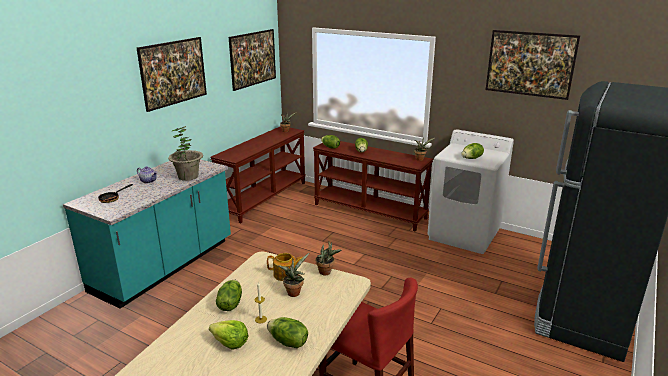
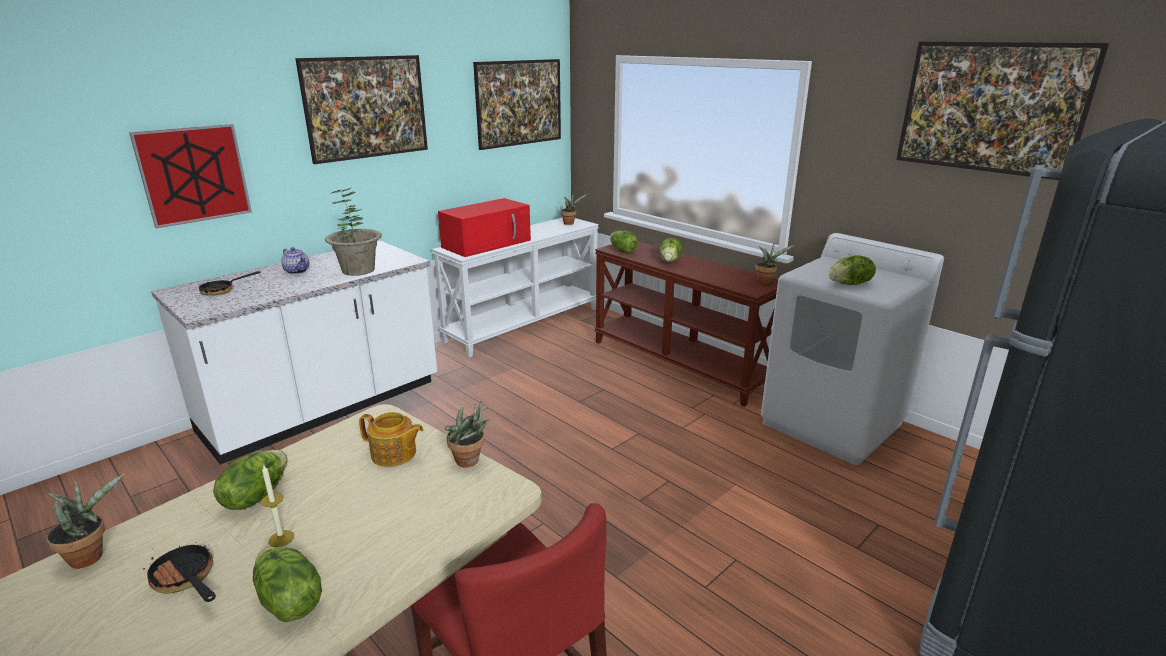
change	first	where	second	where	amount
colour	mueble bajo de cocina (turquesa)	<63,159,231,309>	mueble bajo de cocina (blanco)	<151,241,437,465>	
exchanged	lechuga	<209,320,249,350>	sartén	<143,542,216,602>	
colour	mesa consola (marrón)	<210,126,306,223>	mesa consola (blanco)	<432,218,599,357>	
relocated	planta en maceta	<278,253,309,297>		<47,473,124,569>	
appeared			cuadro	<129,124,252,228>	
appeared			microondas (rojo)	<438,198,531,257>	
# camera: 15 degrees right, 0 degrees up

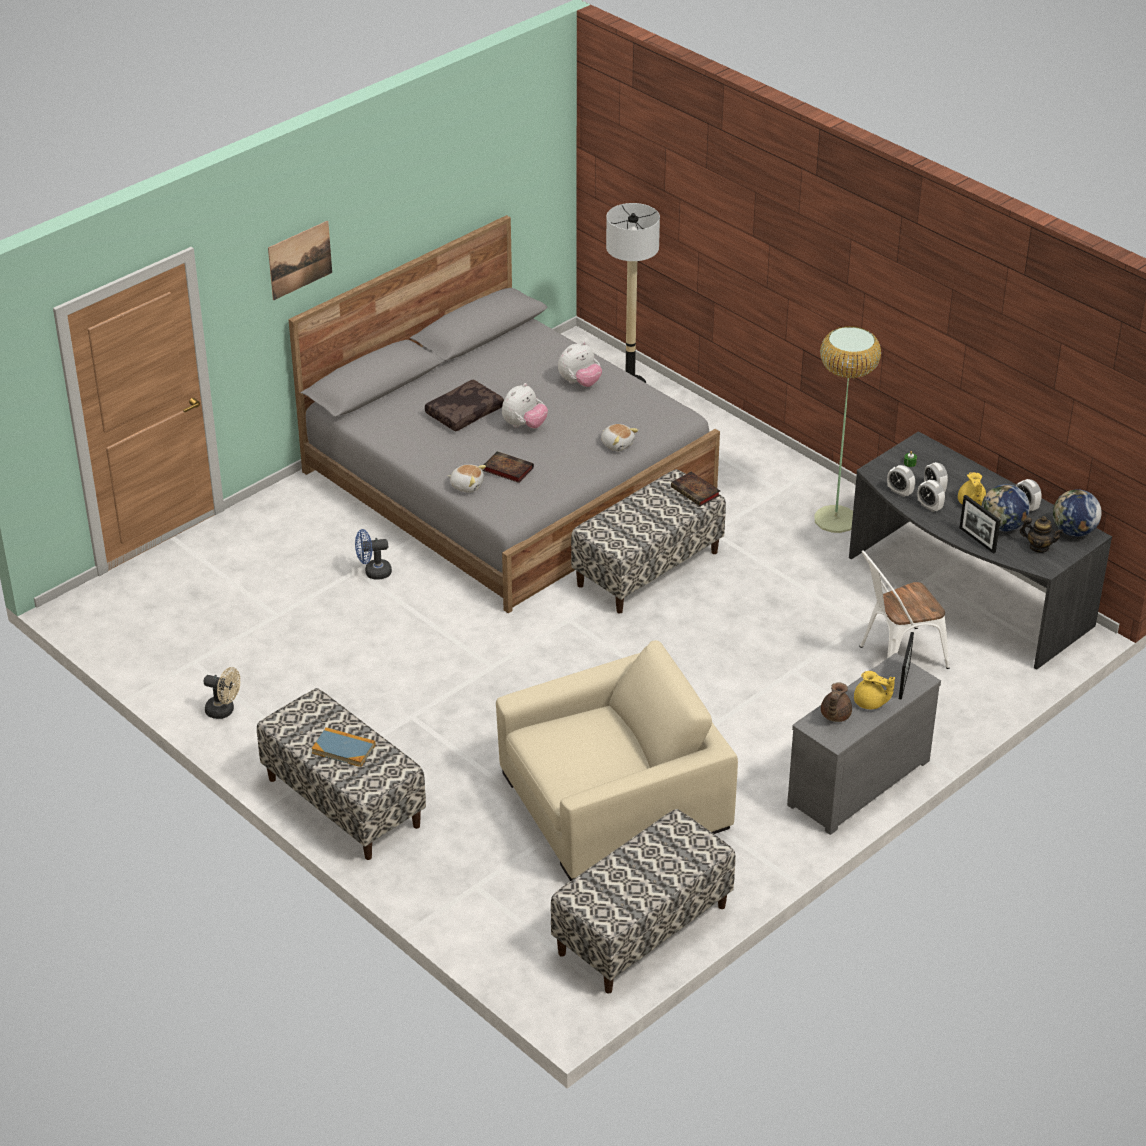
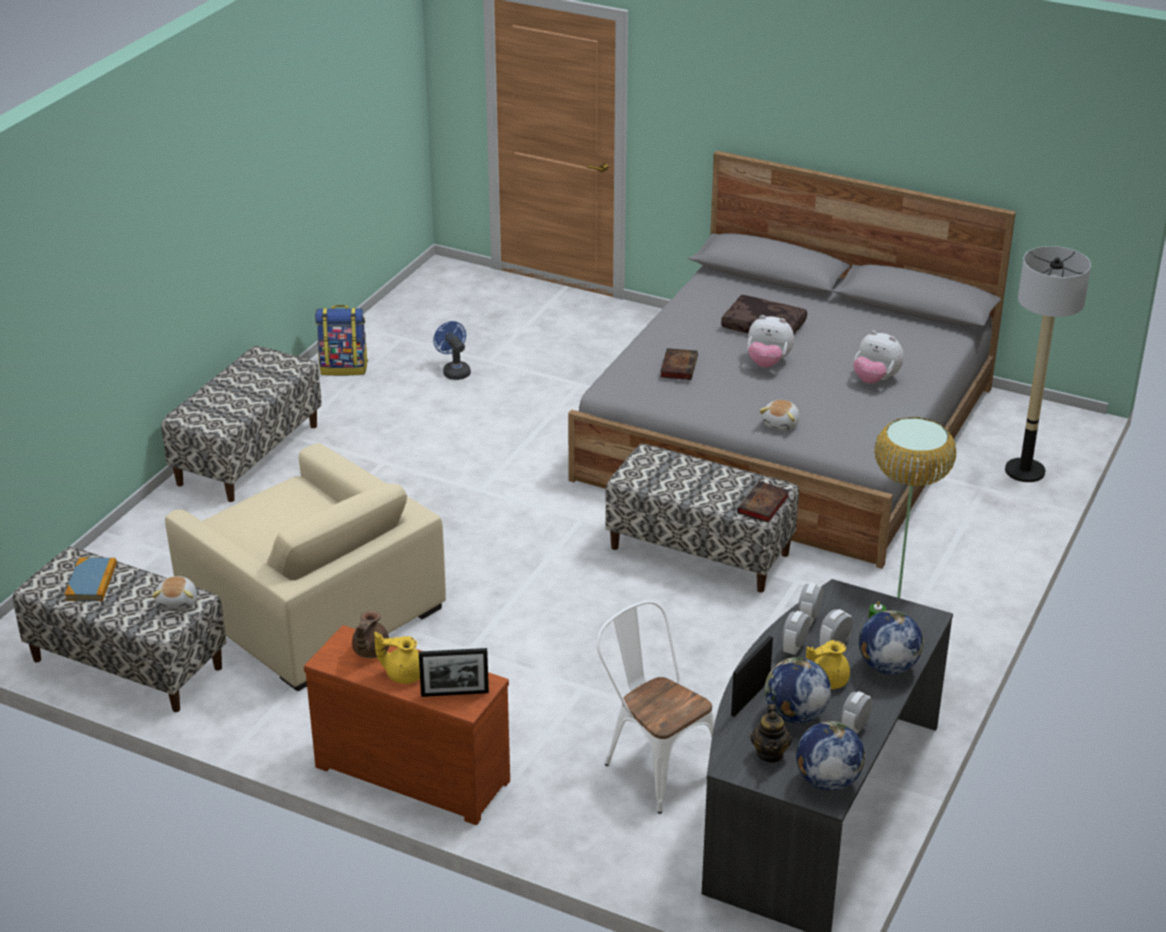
change	first	where	second	where	amount
exchanged	ventilador (beis)	<203,667,240,719>	mochila	<315,305,368,376>	
missing	cuadro	<268,221,332,300>			
relocated	libro	<311,727,375,767>		<64,557,117,601>	
relocated	ventilador (azul)	<355,529,392,580>		<433,321,471,380>	
relocated	peluche	<448,464,486,493>		<152,576,197,611>	
colour	cómoda (gris)	<787,653,941,835>	cómoda (marrón)	<304,625,510,825>	
spun	tetera (marrón)	<821,682,852,722>		<352,610,389,658>	75 degrees counterclockwise
spun	tetera (amarillo)	<854,671,895,709>		<374,632,420,684>	90 degrees clockwise
appeared			globo terráqueo	<859,610,923,674>	
# camera: 70 degrees right, 5 degrees down

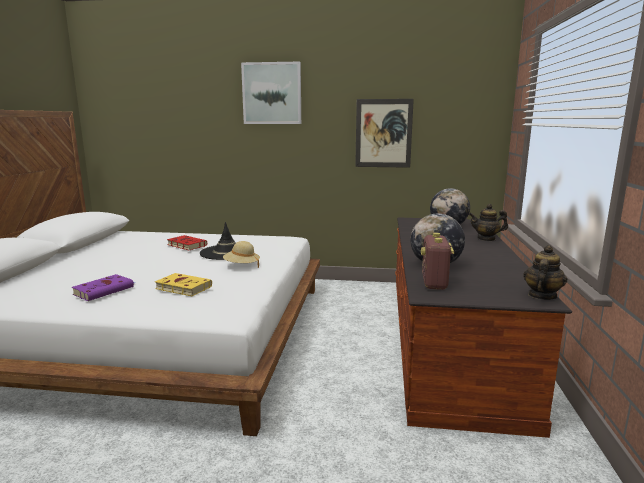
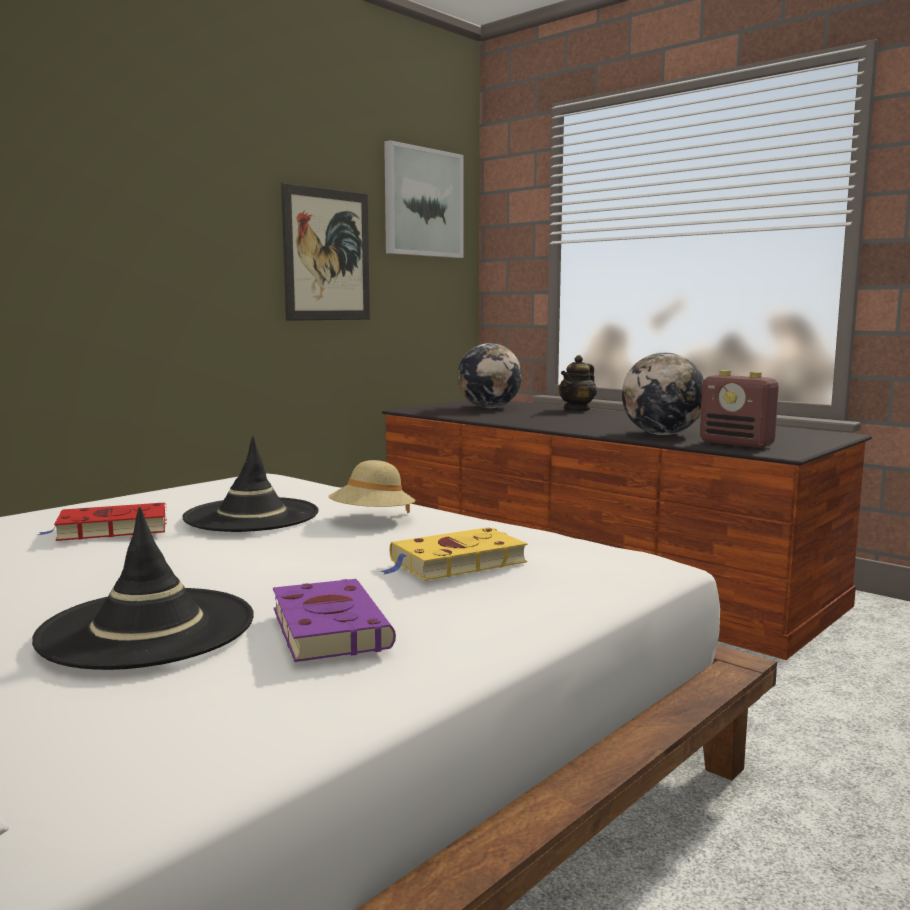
change	first	where	second	where	amount
relocated	cuadro	<241,62,301,124>		<384,140,464,258>	
missing	tetera	<523,245,567,300>			
appeared			sombrero (negro)	<32,507,254,670>	
# camera: 55 degrees left, 5 degrees down

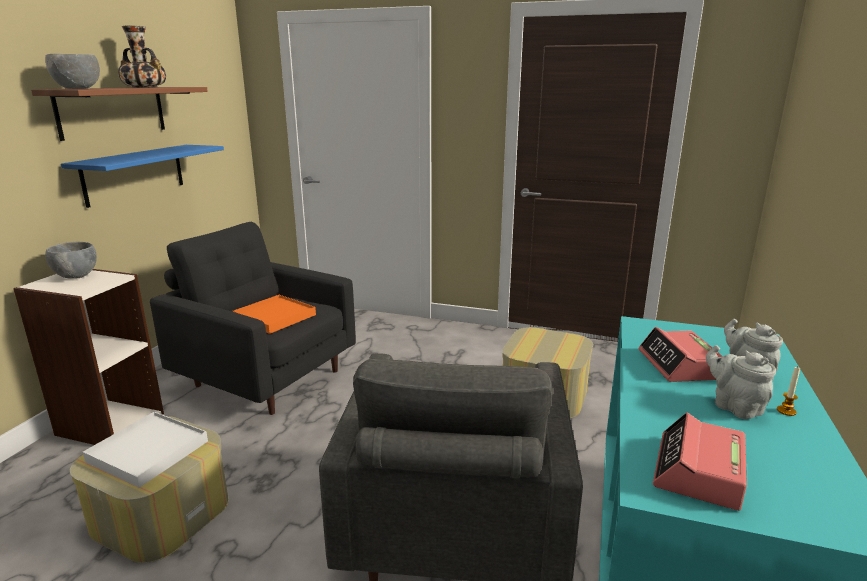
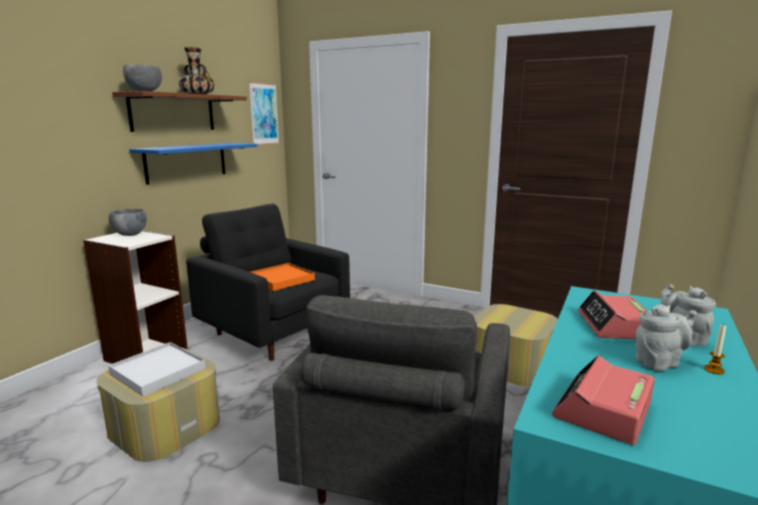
change	first	where	second	where	amount
spun	tetera (gris)	<706,345,776,419>		<635,305,697,371>	90 degrees clockwise
appeared			cuadro	<249,82,279,145>	
# camera: 10 degrees right, 5 degrees down

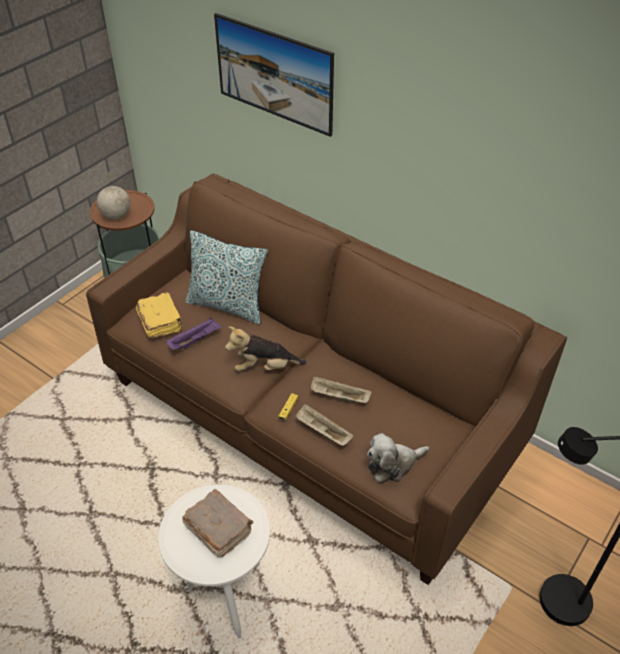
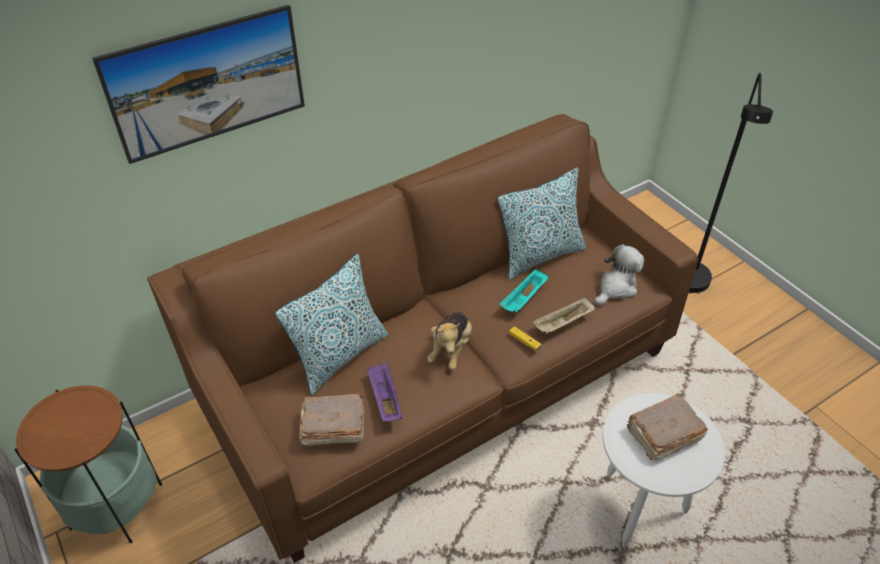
change	first	where	second	where	amount
missing	globo terráqueo	<97,170,130,219>			
colour	libro (amarillo)	<136,292,183,339>	libro (marrón)	<299,393,364,445>	
colour	bandeja (beis)	<311,376,371,403>	bandeja (turquesa)	<499,269,548,313>	
spun	peluche	<367,433,430,483>		<594,244,644,306>	135 degrees counterclockwise
appeared			cojín	<498,168,586,279>	
# camera: 70 degrees left, 0 degrees up

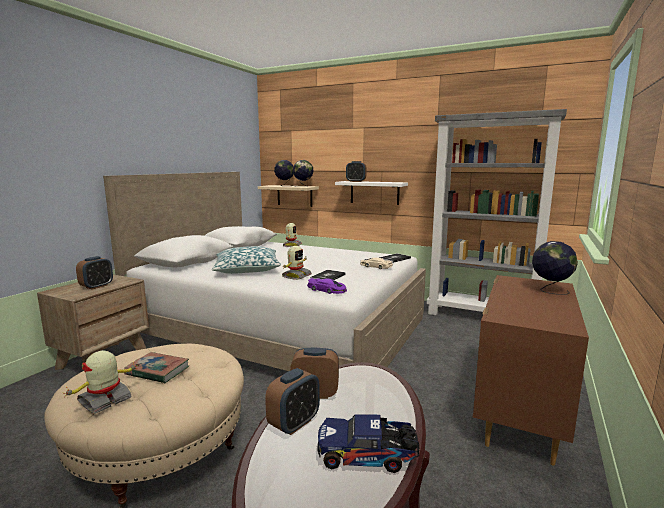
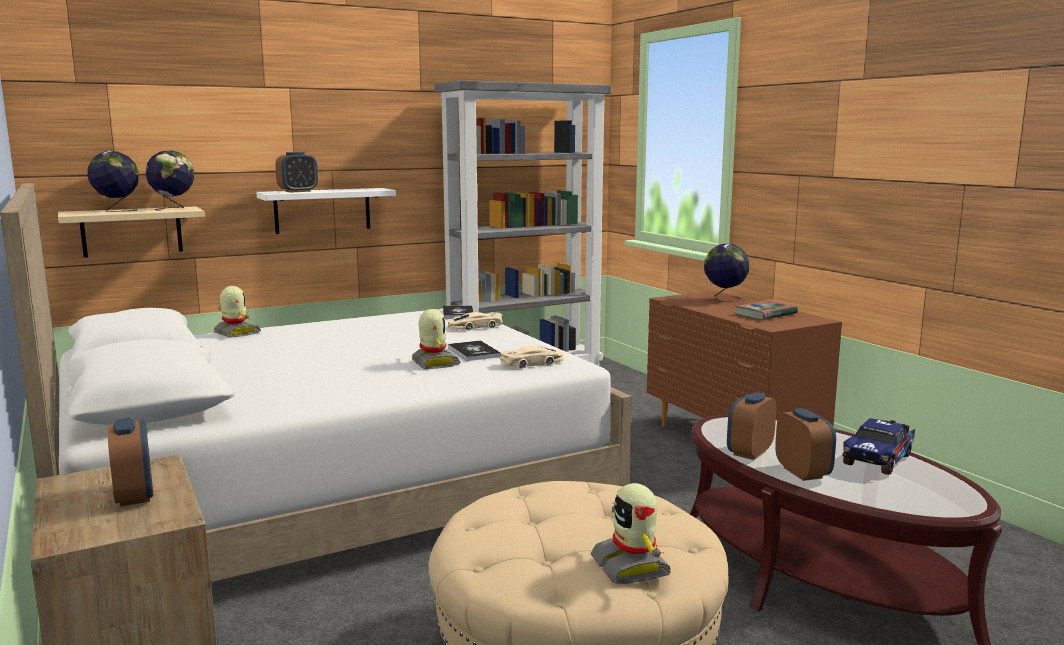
change	first	where	second	where	amount
relocated	libro	<124,352,189,383>		<735,299,798,320>	
missing	cojín	<212,246,281,274>			
colour	coche de juguete (morado)	<307,278,347,294>	coche de juguete (beis)	<500,346,564,369>	
# camera: 55 degrees left, 0 degrees up

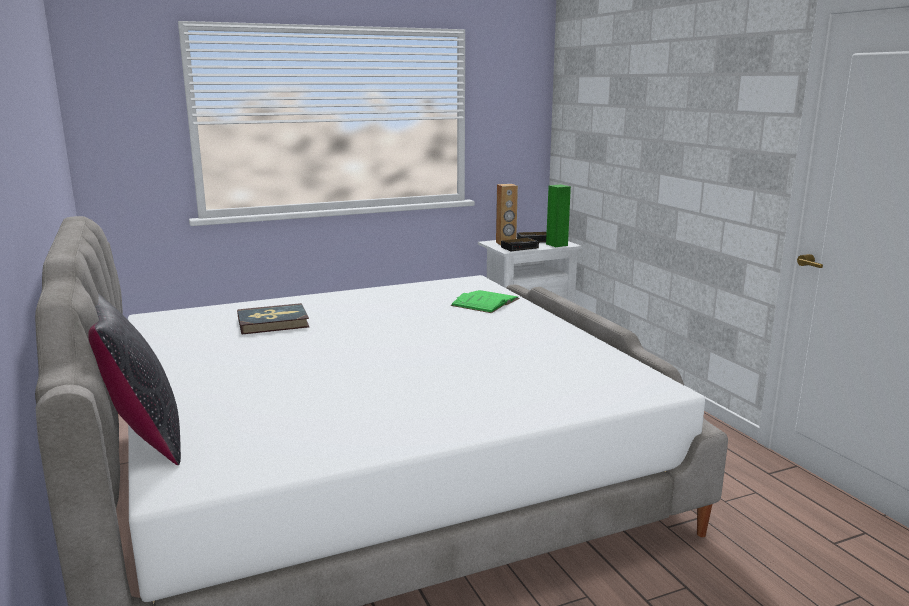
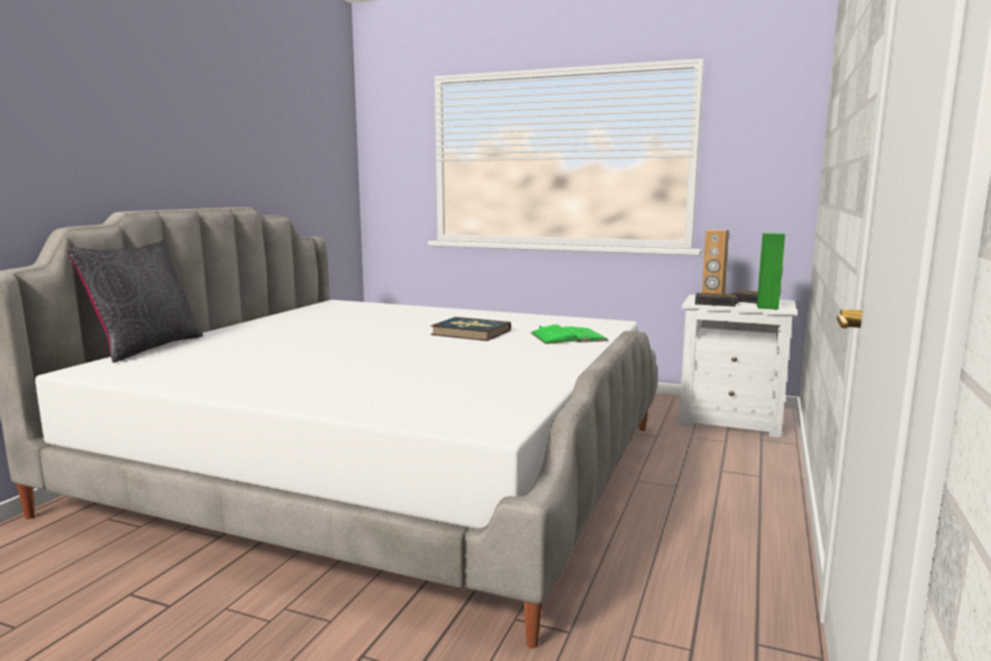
change	first	where	second	where	amount
relocated	libro	<237,303,310,335>		<431,317,511,341>	
# camera: 45 degrees right, 5 degrees down

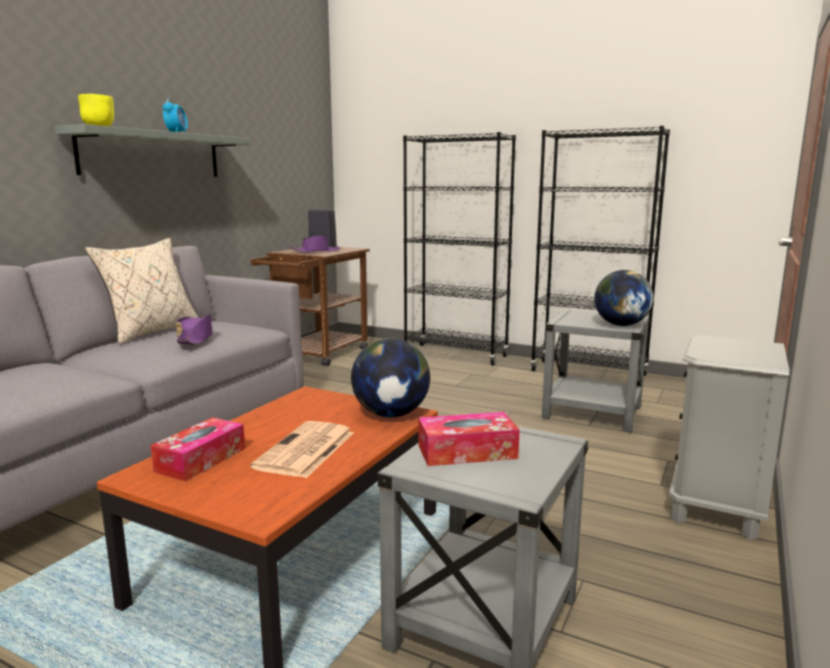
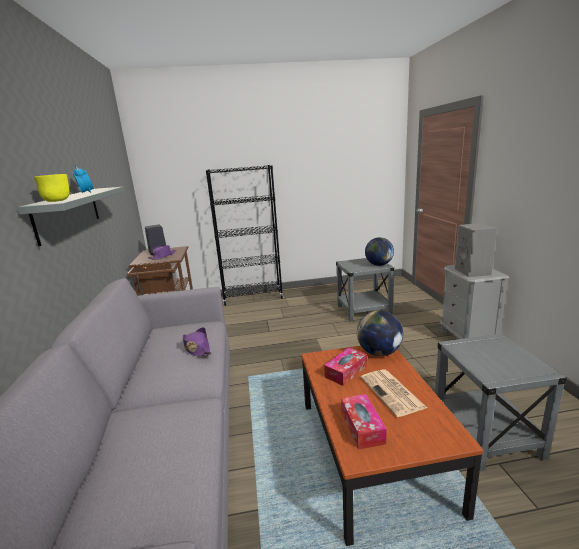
change	first	where	second	where	amount
missing	cojín (beis)	<85,238,199,344>			
relocated	caja de pañuelos	<419,412,520,466>		<324,348,367,386>	
missing	estantería (negro)	<530,126,670,376>			
appeared			altavoz (gris)	<455,223,497,277>	
# camera: 35 degrees left, 5 degrees up

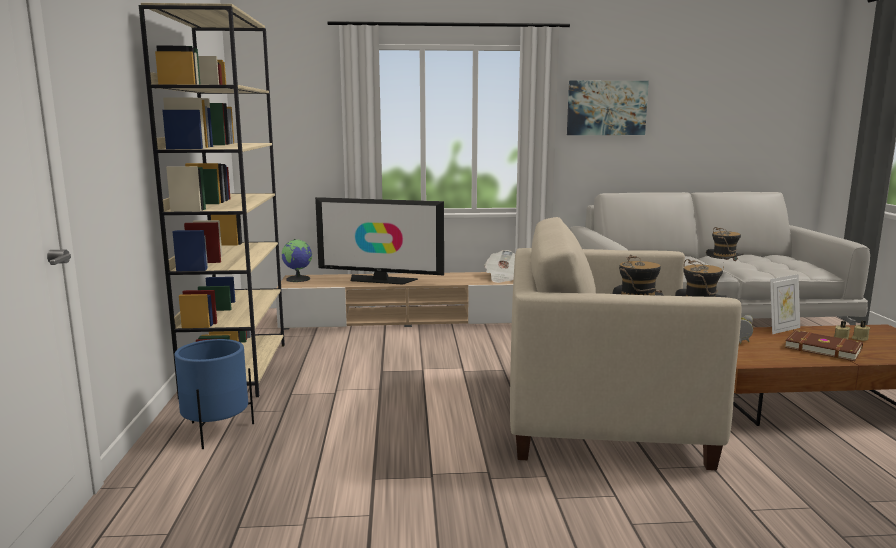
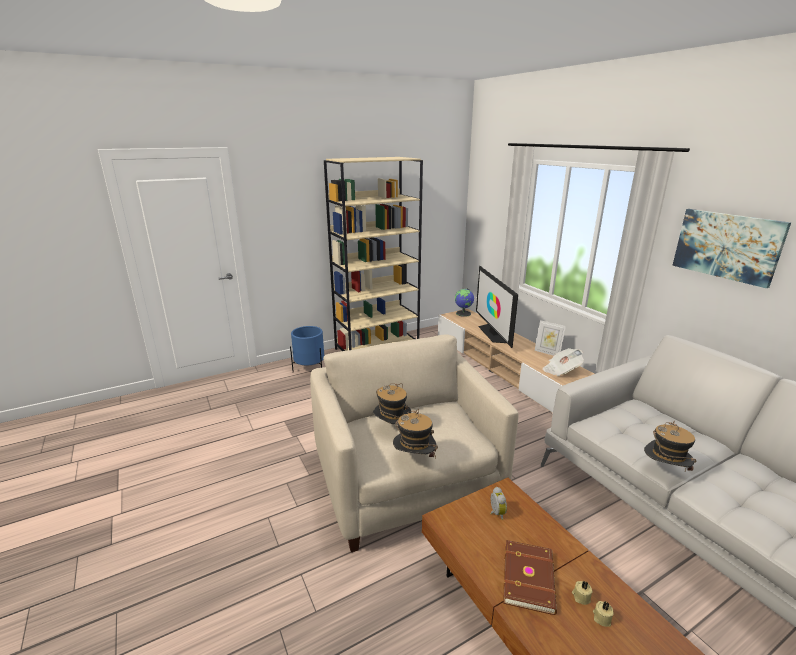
change	first	where	second	where	amount
relocated	portarretratos	<770,274,800,334>		<535,320,566,356>	
# camera: 65 degrees right, 10 degrees up

